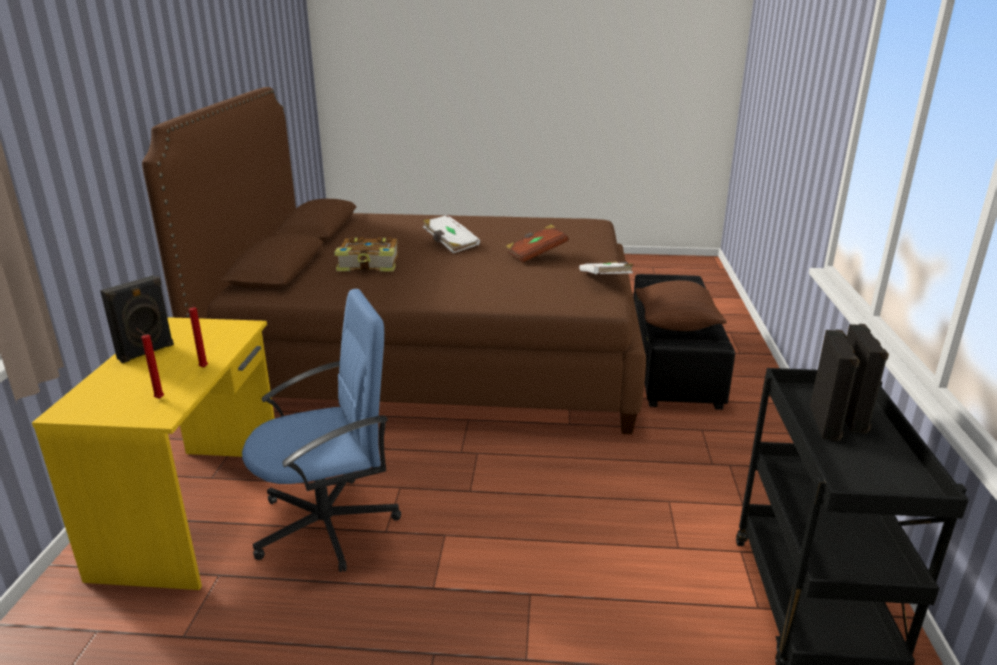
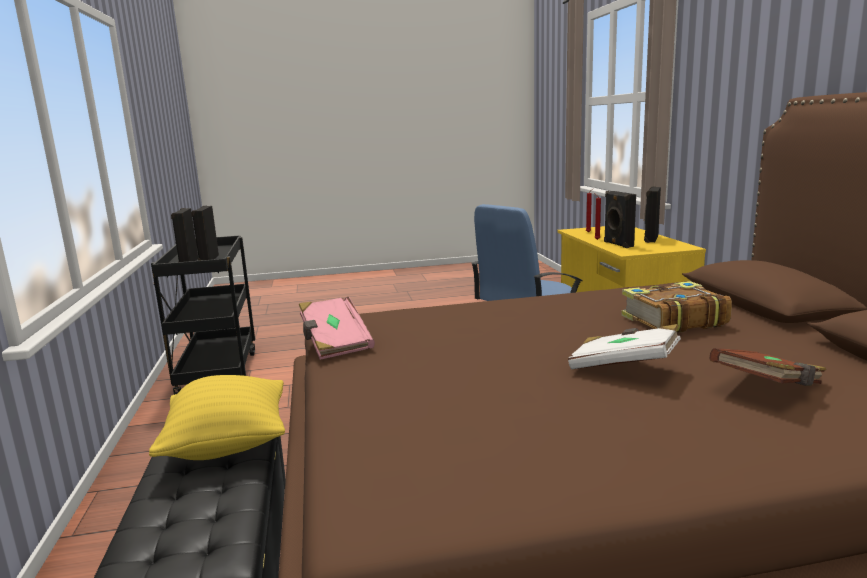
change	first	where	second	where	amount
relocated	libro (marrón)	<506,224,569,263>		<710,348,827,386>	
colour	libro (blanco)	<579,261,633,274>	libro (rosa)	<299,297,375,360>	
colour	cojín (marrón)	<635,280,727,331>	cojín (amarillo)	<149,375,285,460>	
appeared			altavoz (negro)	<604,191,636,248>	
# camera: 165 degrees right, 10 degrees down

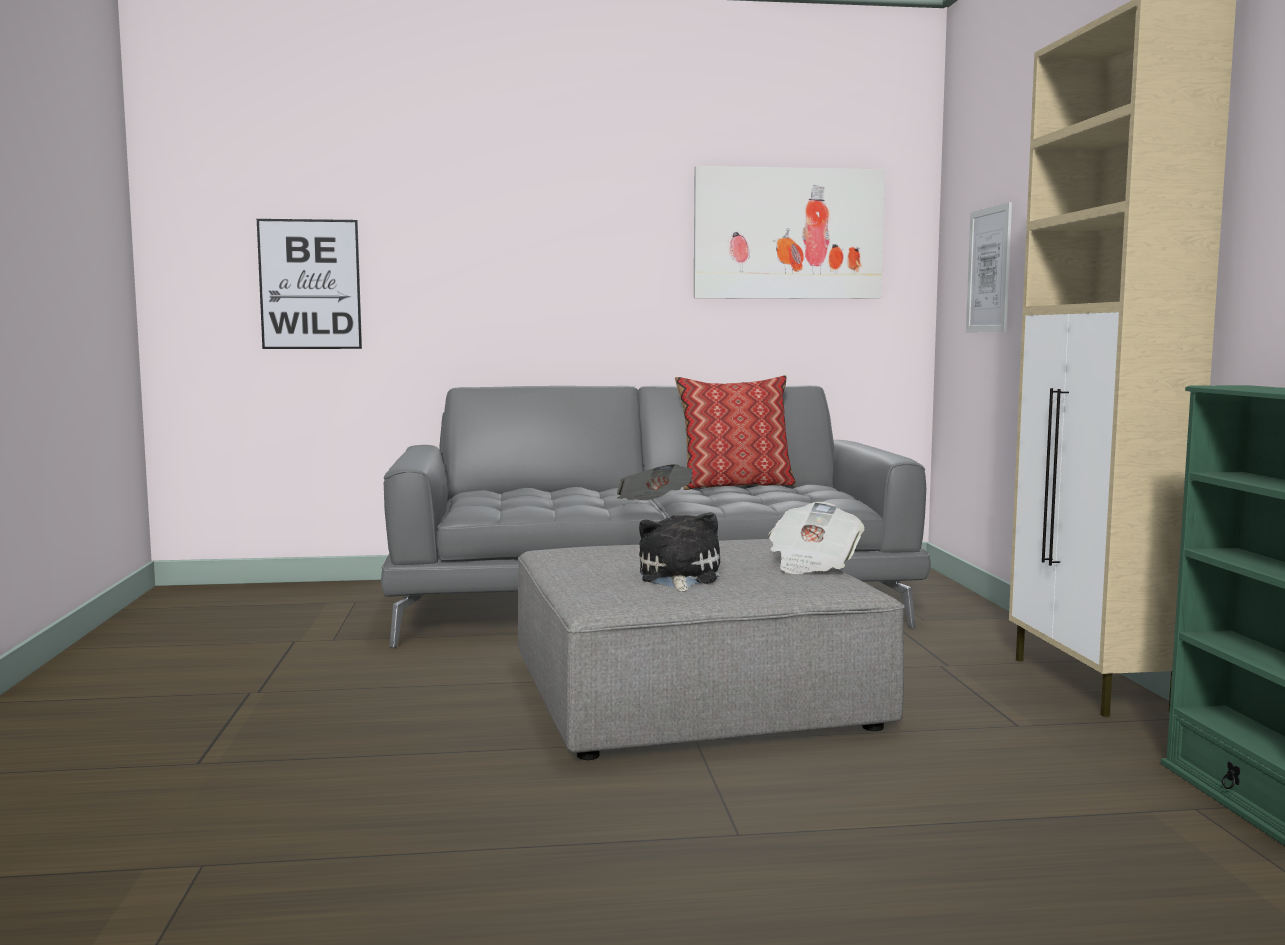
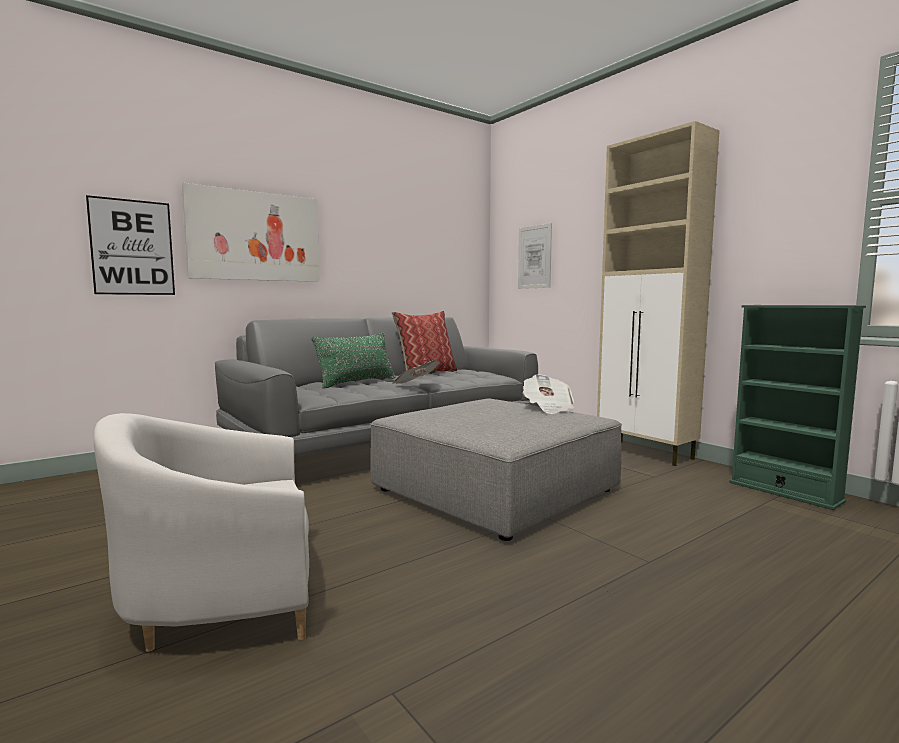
change	first	where	second	where	amount
missing	peluche	<639,512,720,592>			
relocated	cuadro	<694,166,885,299>		<182,183,320,282>	
appeared			sillón (blanco)	<94,413,309,652>	
appeared			cojín (verde)	<311,333,396,389>	
# camera: 30 degrees left, 0 degrees up

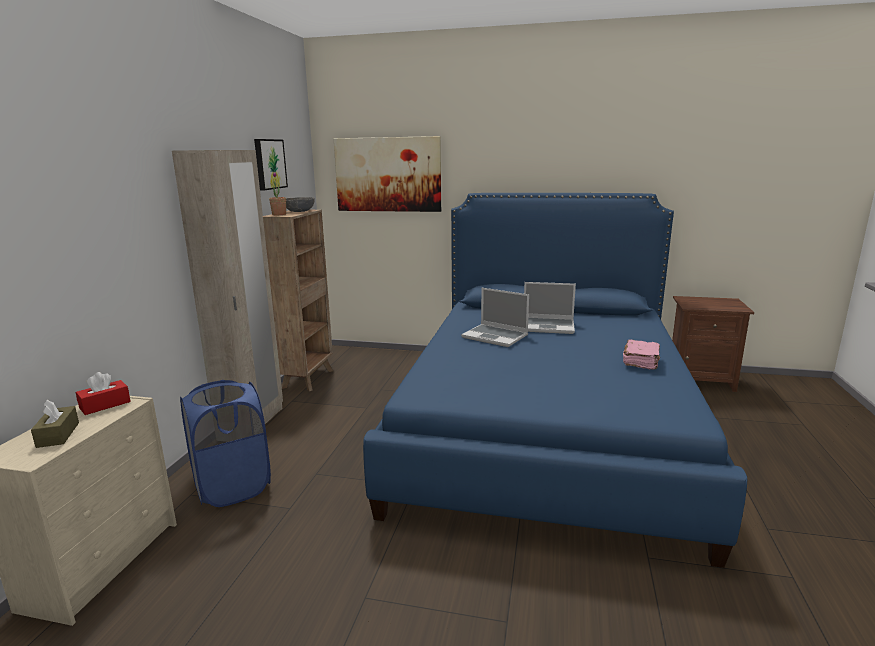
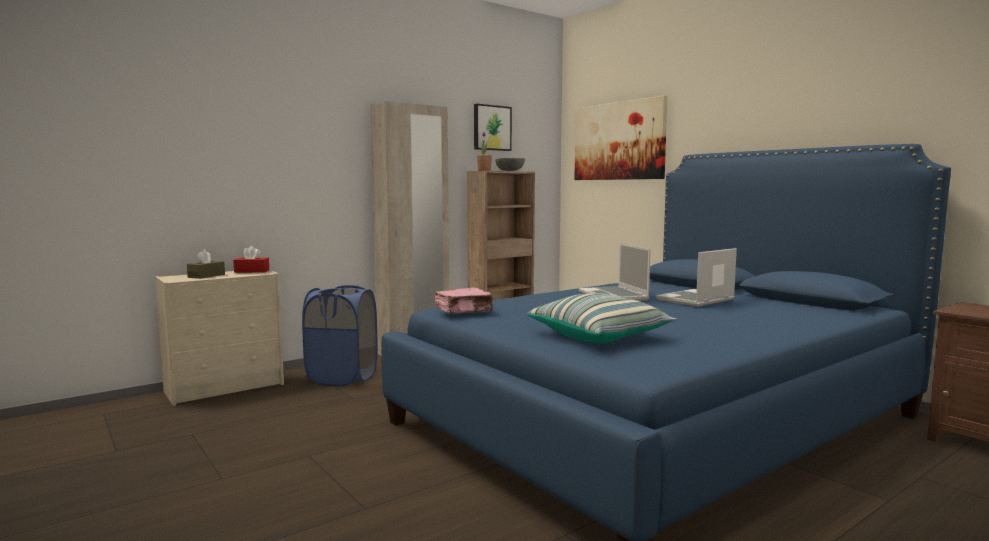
change	first	where	second	where	amount
spun	portátil	<524,282,576,334>		<656,248,737,307>	90 degrees clockwise
relocated	libro (rosa)	<623,339,660,370>		<435,287,493,314>	
appeared			cojín	<527,293,677,343>	
# camera: 40 degrees right, 10 degrees down

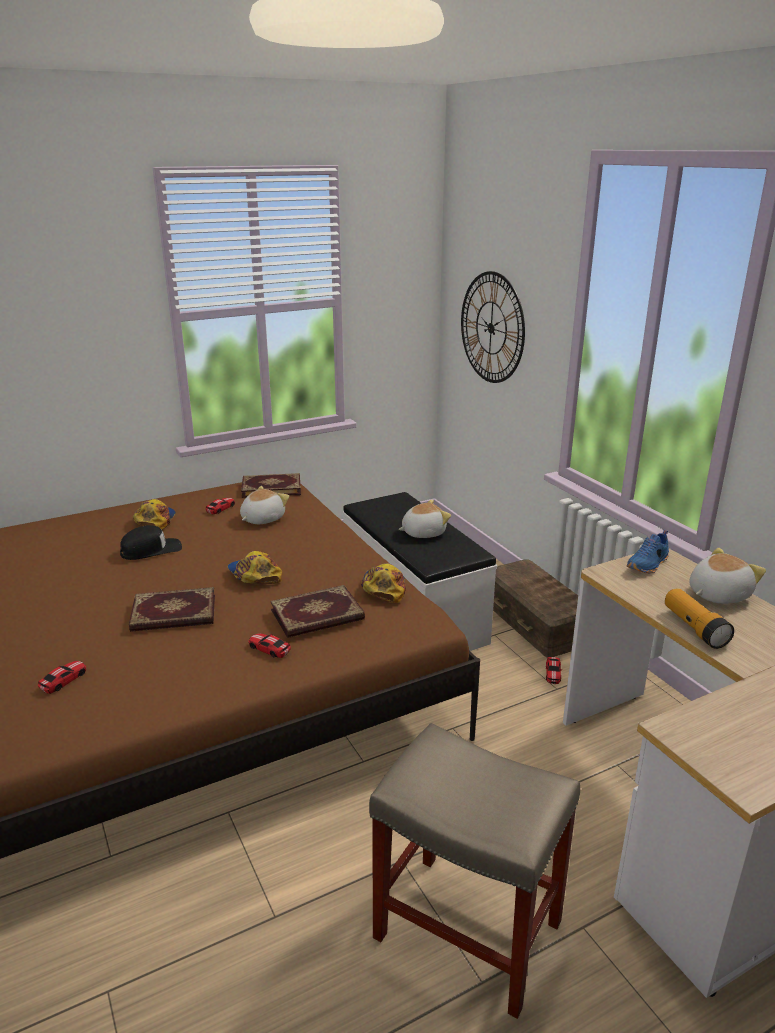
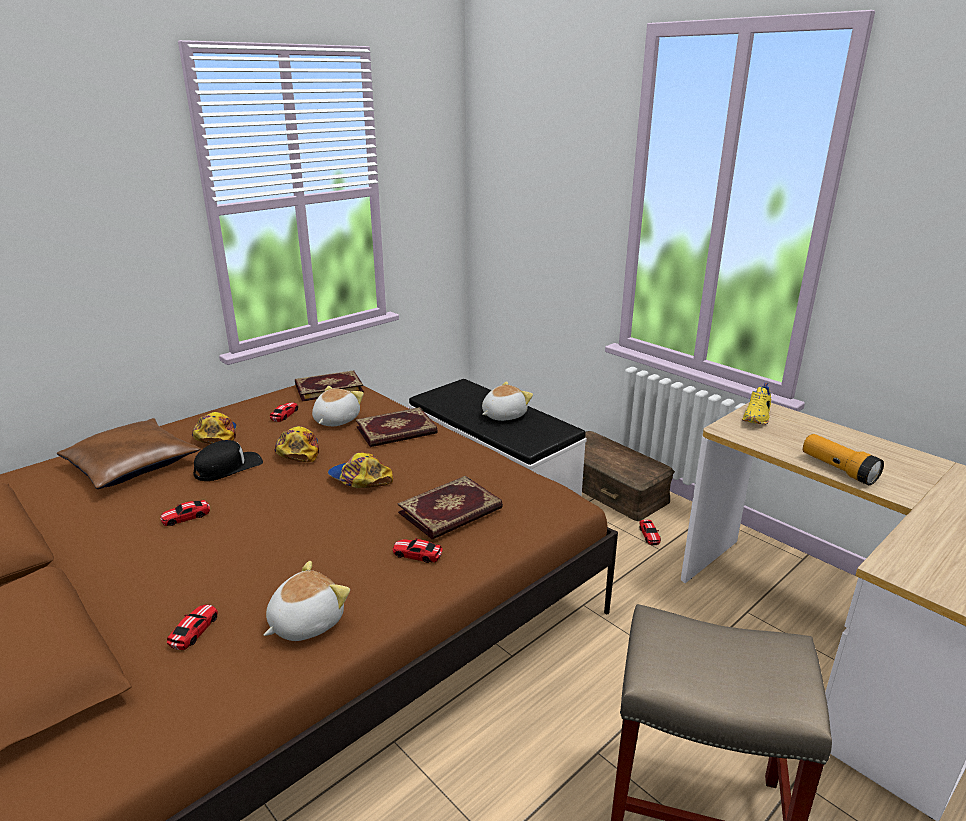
change	first	where	second	where	amount
relocated	libro	<129,587,215,632>		<356,407,438,447>	
relocated	gorra	<361,563,406,603>		<274,426,319,462>	
missing	reloj de pared	<461,271,525,383>			
colour	zapato (azul)	<627,530,669,573>	zapato (amarillo)	<742,382,771,425>	
relocated	peluche	<689,548,766,604>		<264,561,350,641>	
appeared			cojín (marrón)	<57,418,200,489>	
appeared			coche de juguete	<160,500,210,526>	
# camera: 15 degrees left, 0 degrees up

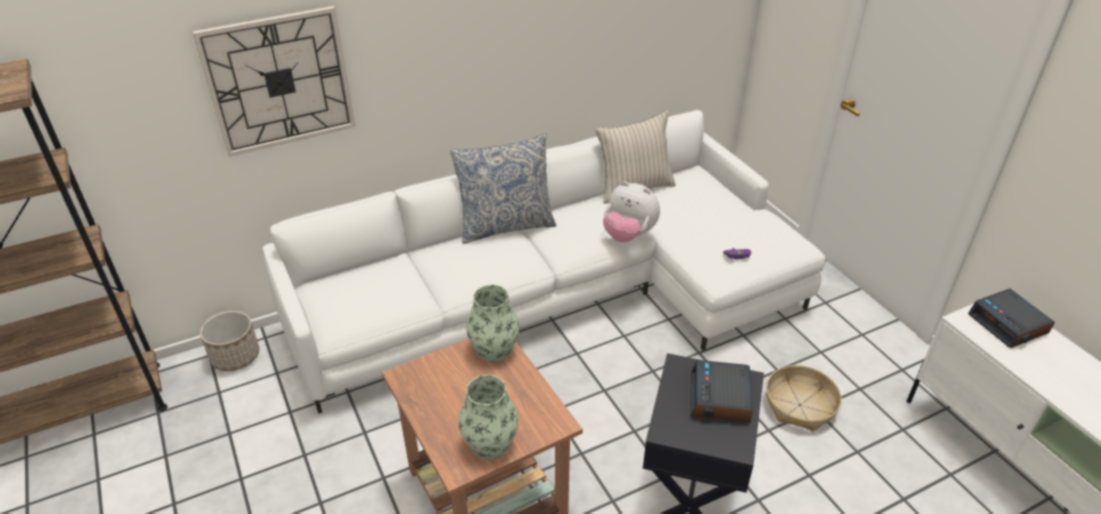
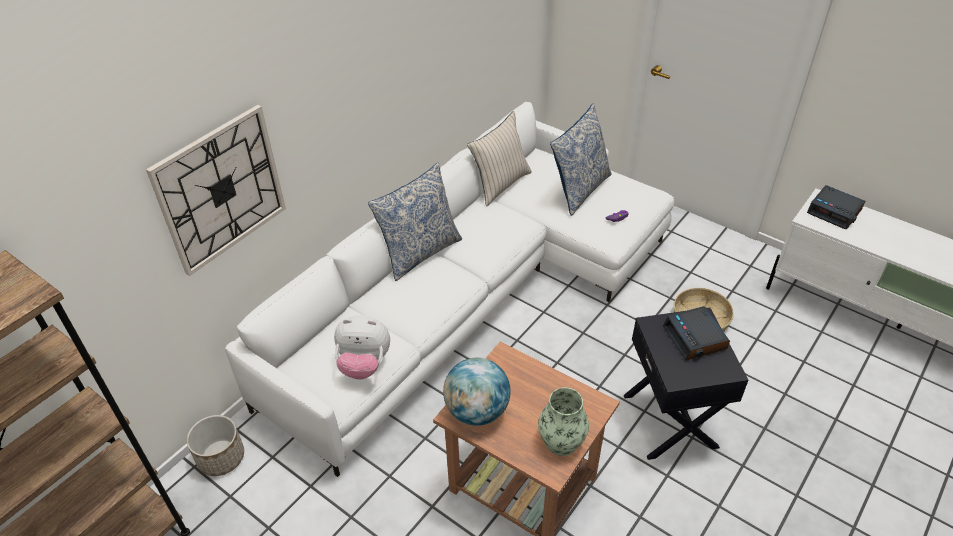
change	first	where	second	where	amount
missing	florero	<466,285,519,362>			
relocated	peluche	<603,181,660,242>		<334,315,390,379>	
appeared			globo terráqueo	<443,358,511,426>	
appeared			cojín	<550,103,612,216>	
# camera: 25 degrees left, 5 degrees up

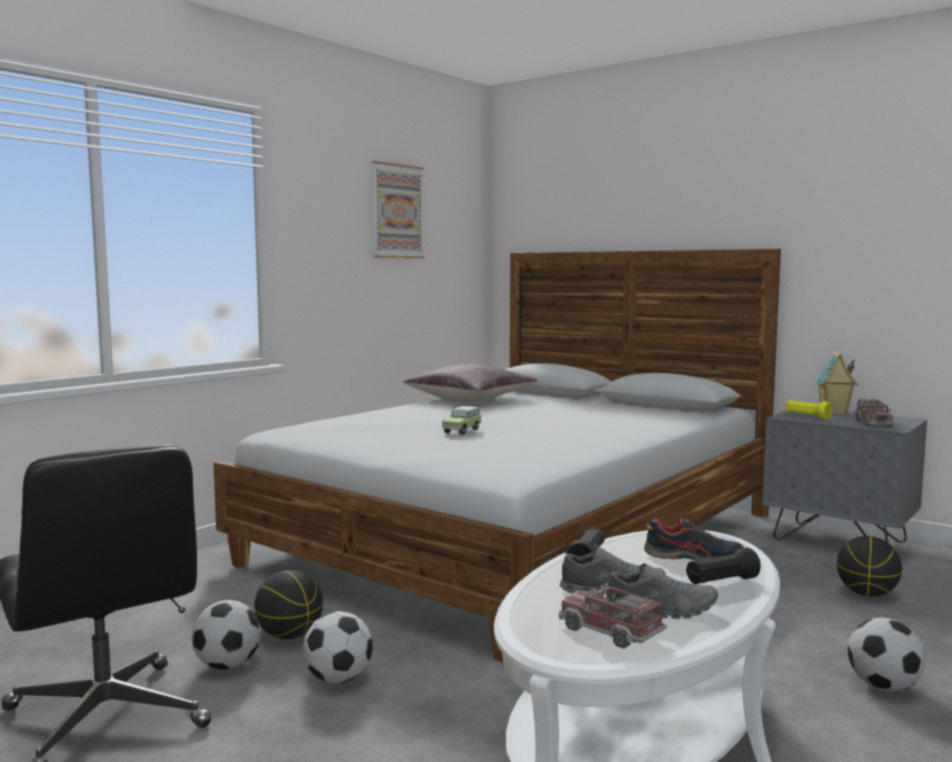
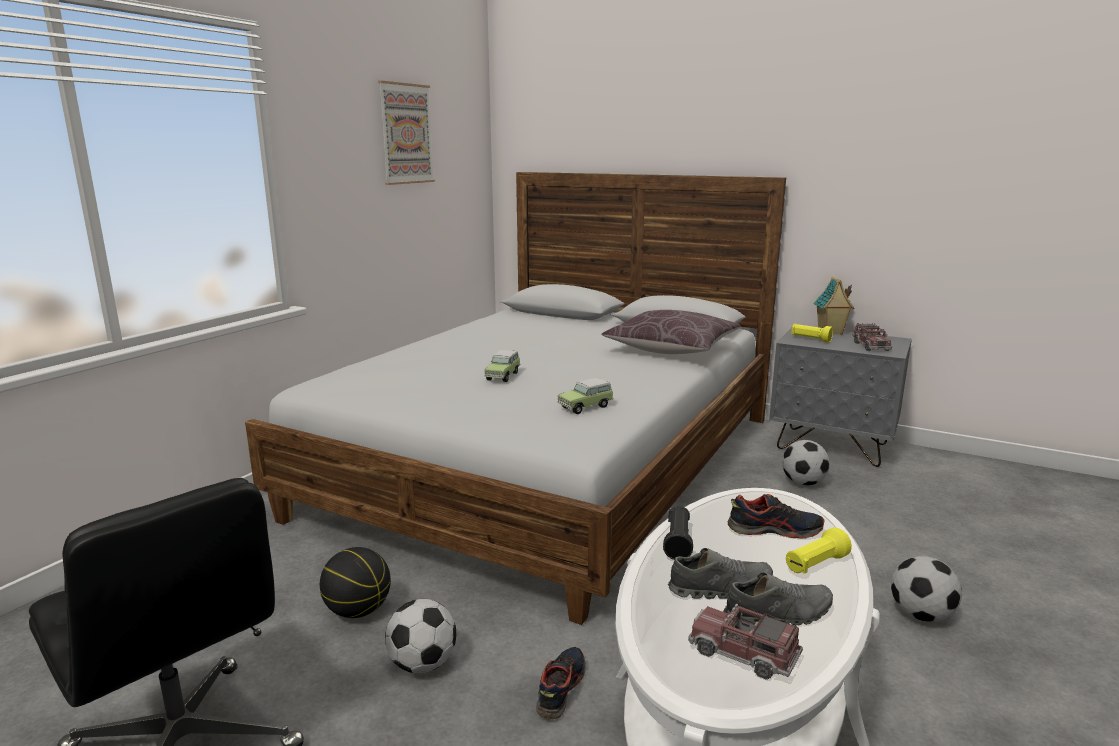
change	first	where	second	where	amount
relocated	balón de fútbol	<191,600,261,669>		<782,440,830,486>	
relocated	cojín (marrón)	<403,364,537,401>		<601,310,740,354>	
colour	linterna (negro)	<686,547,761,584>	linterna (amarillo)	<786,527,852,574>	
missing	balón de baloncesto	<837,536,902,597>			
appeared			zapato	<536,647,586,719>	
appeared			coche de juguete	<558,378,613,414>	
# camera: 10 degrees left, 10 degrees up

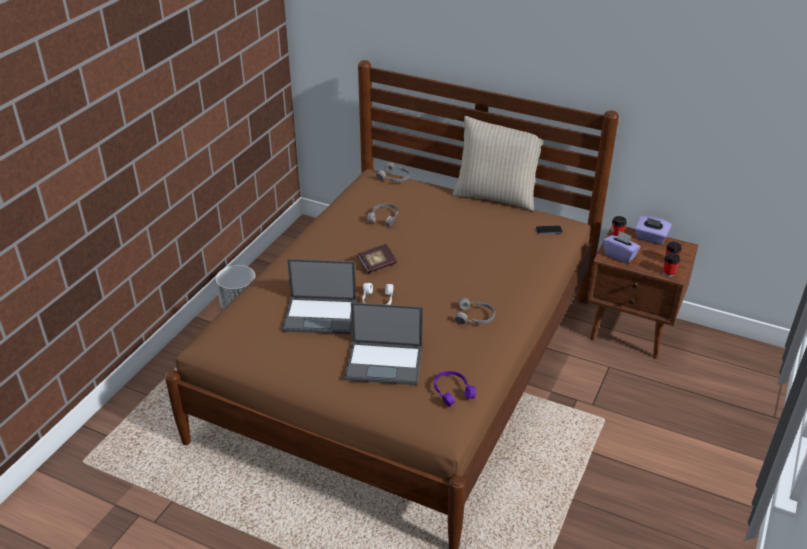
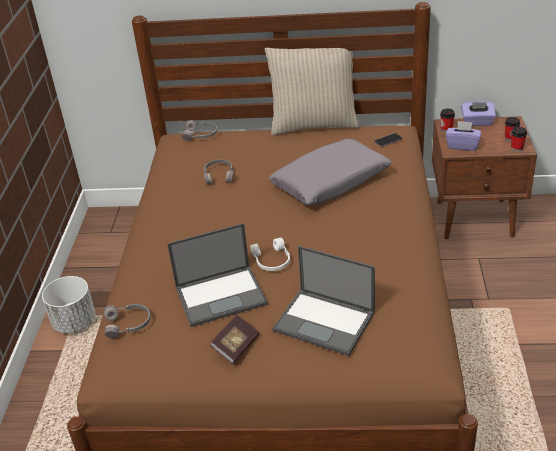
change	first	where	second	where	amount
spun	portátil	<344,302,423,385>		<273,246,375,356>	45 degrees clockwise
relocated	libro	<357,244,397,274>		<210,315,259,364>	
missing	auriculares (morado)	<434,371,476,407>			
relocated	auriculares (gris)	<455,298,495,324>		<104,304,151,338>	
appeared			cojín (gris)	<269,139,392,205>	
# camera: 20 degrees left, 0 degrees up

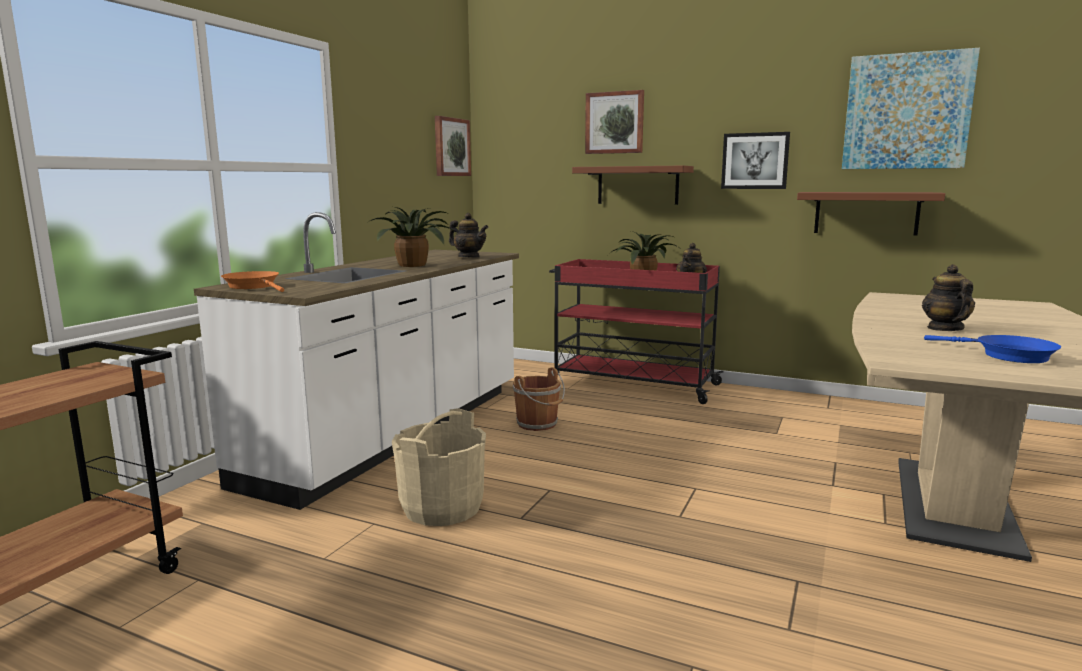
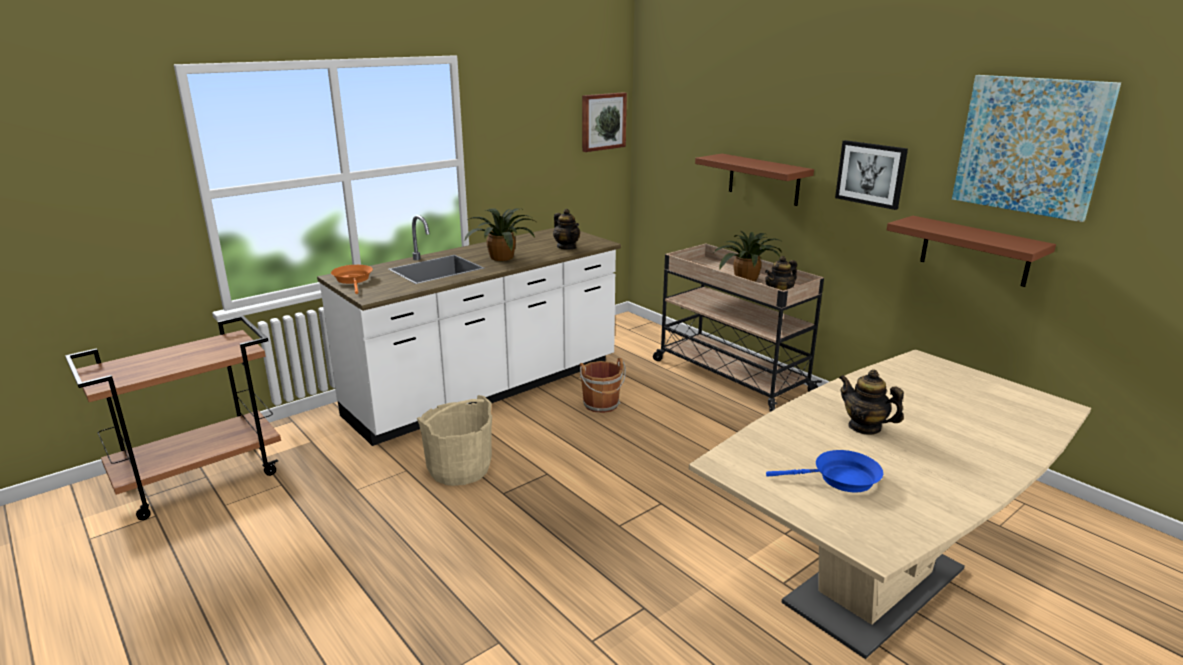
change	first	where	second	where	amount
colour	carrito (rojo)	<549,259,724,404>	carrito (beis)	<653,243,824,412>	
missing	cuadro	<585,90,644,154>			
spun	tetera	<922,264,975,331>		<839,369,904,435>	75 degrees counterclockwise
spun	sartén (azul)	<924,335,1061,363>		<766,450,883,492>	75 degrees counterclockwise
# camera: 25 degrees right, 10 degrees up

